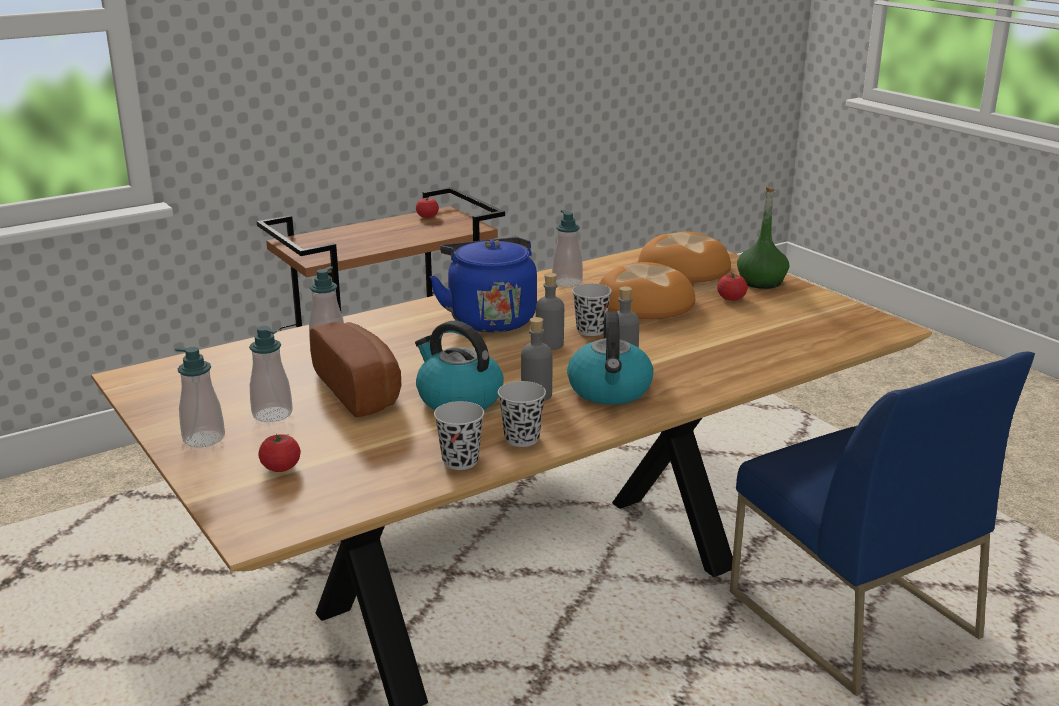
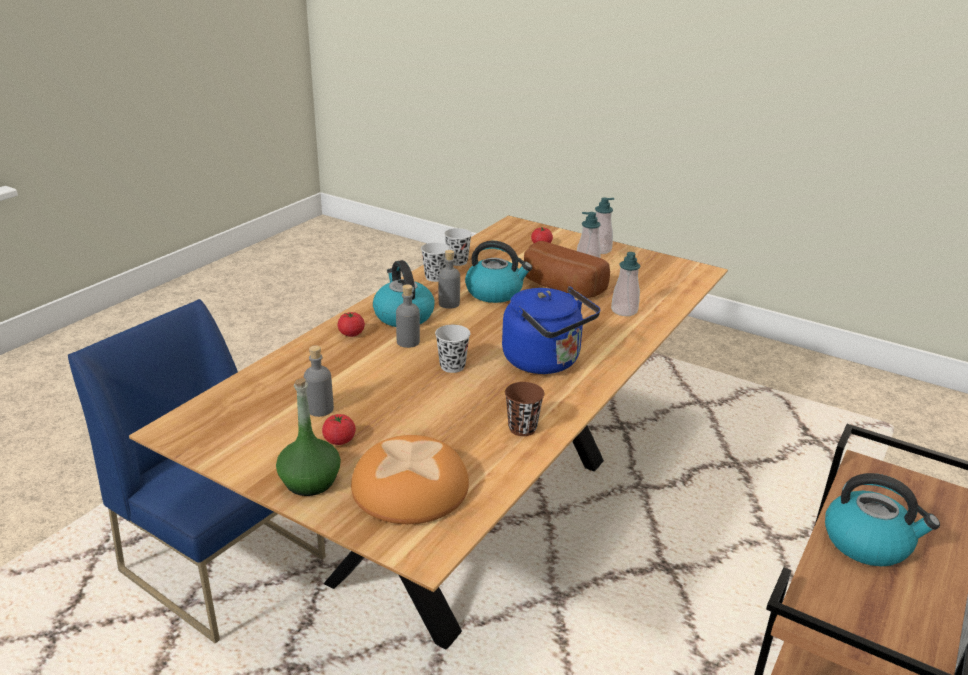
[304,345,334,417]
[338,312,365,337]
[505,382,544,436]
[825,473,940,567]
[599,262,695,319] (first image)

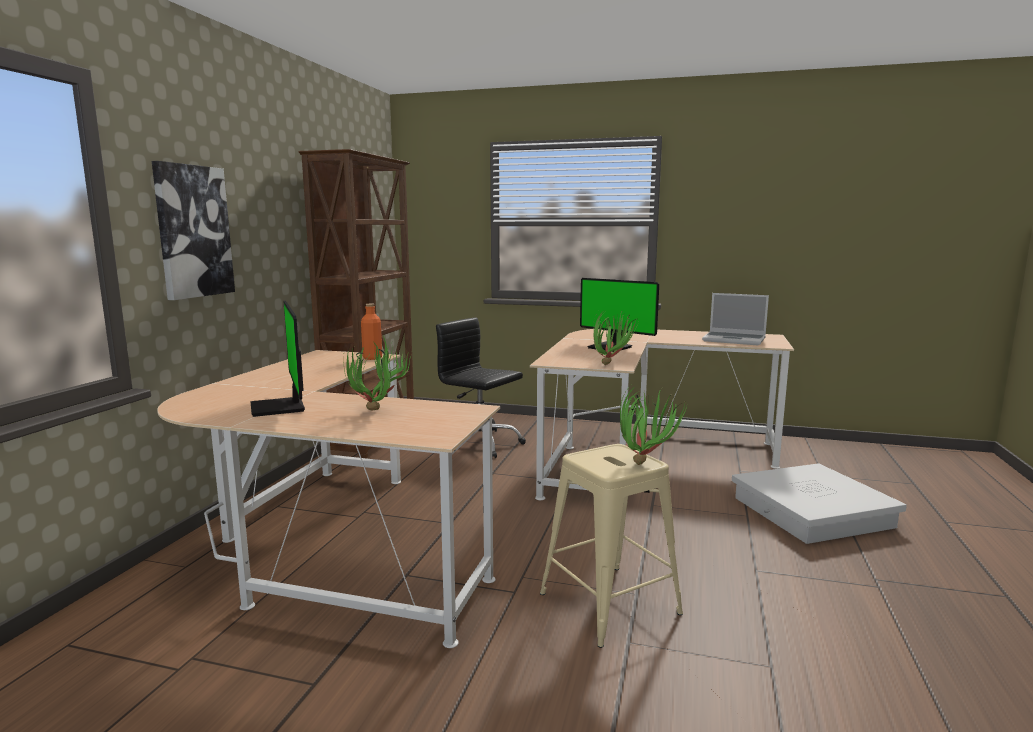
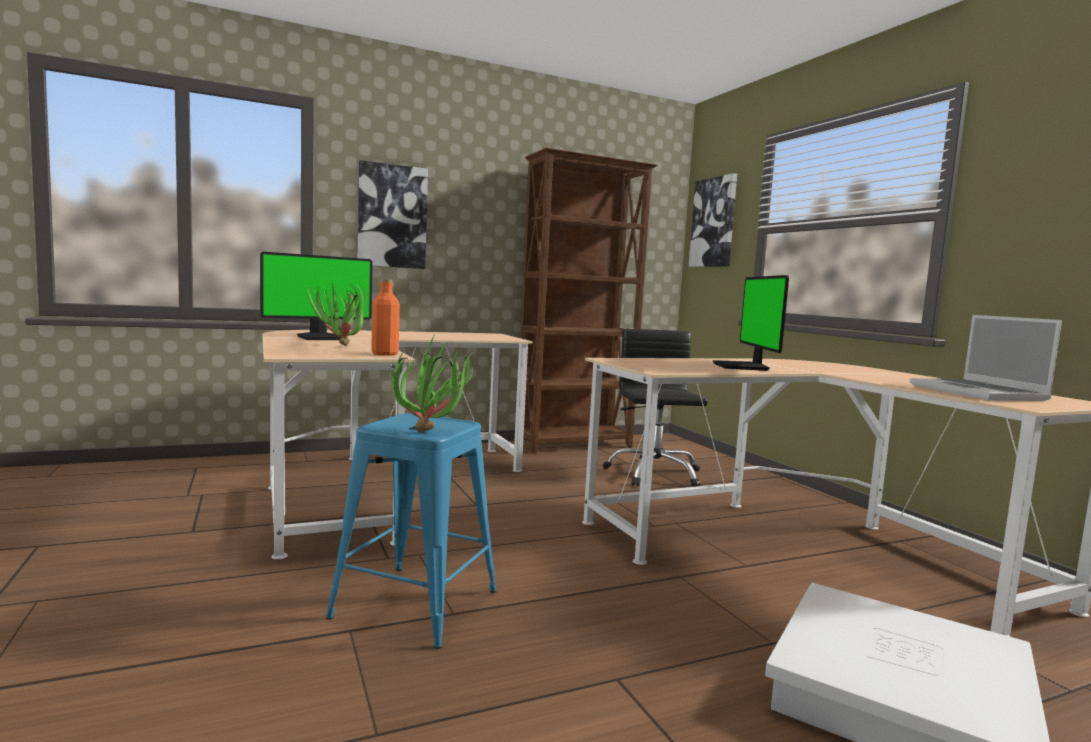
[260,252,372,340]
[326,413,497,649]
[371,279,400,356]
[689,173,737,267]
[593,311,639,365] (first image)

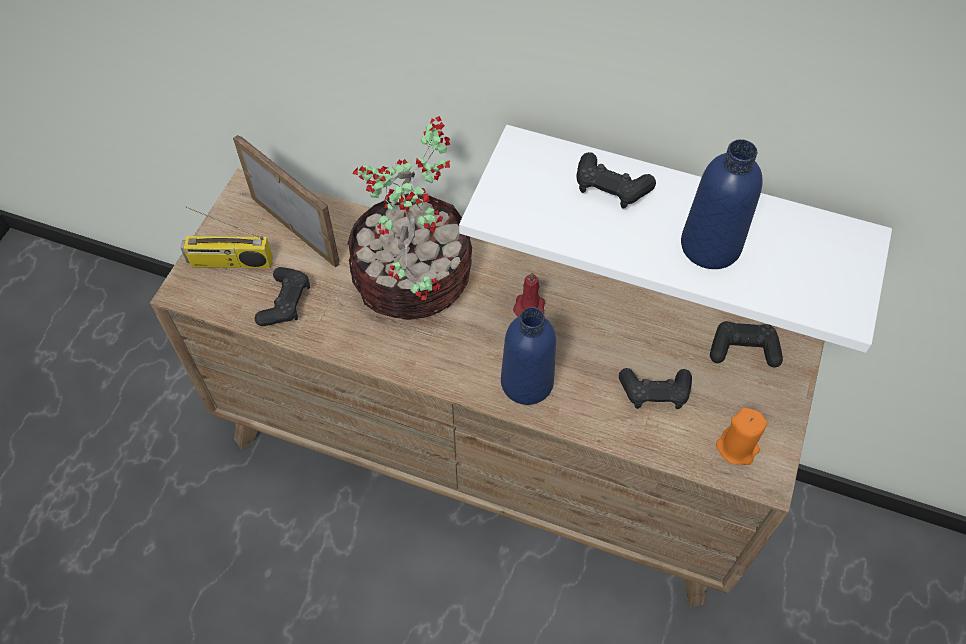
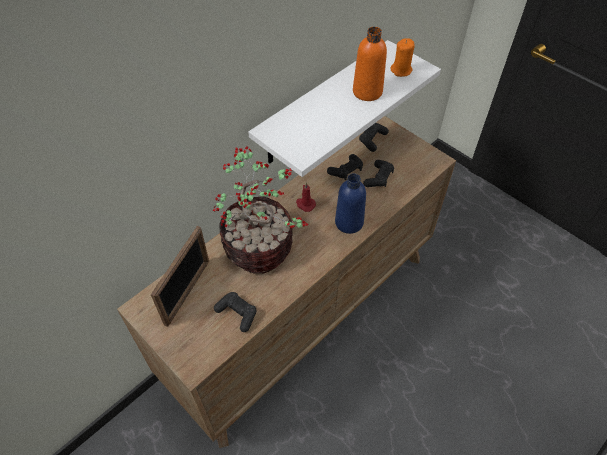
[151,225,209,327]
[327,154,363,180]
[353,27,387,101]
[391,38,415,77]
[181,206,273,268] (first image)

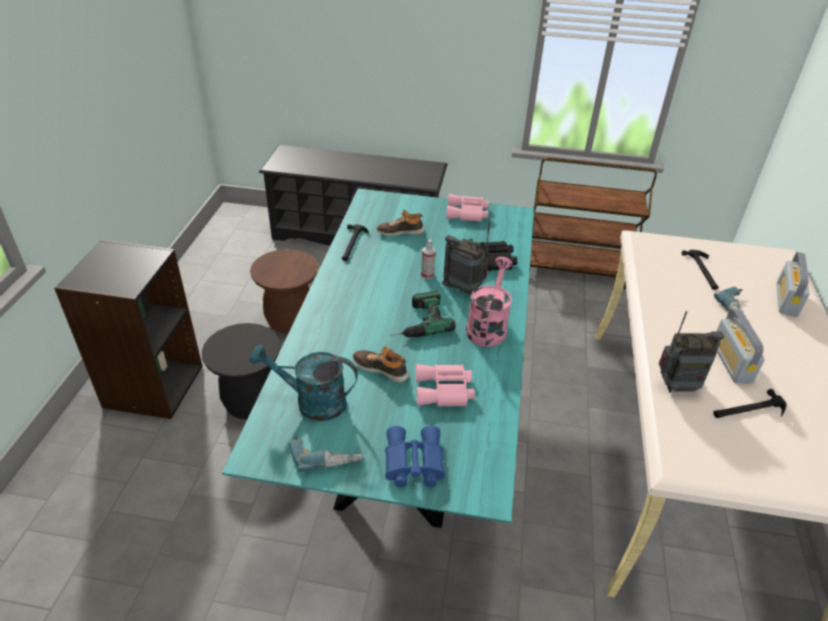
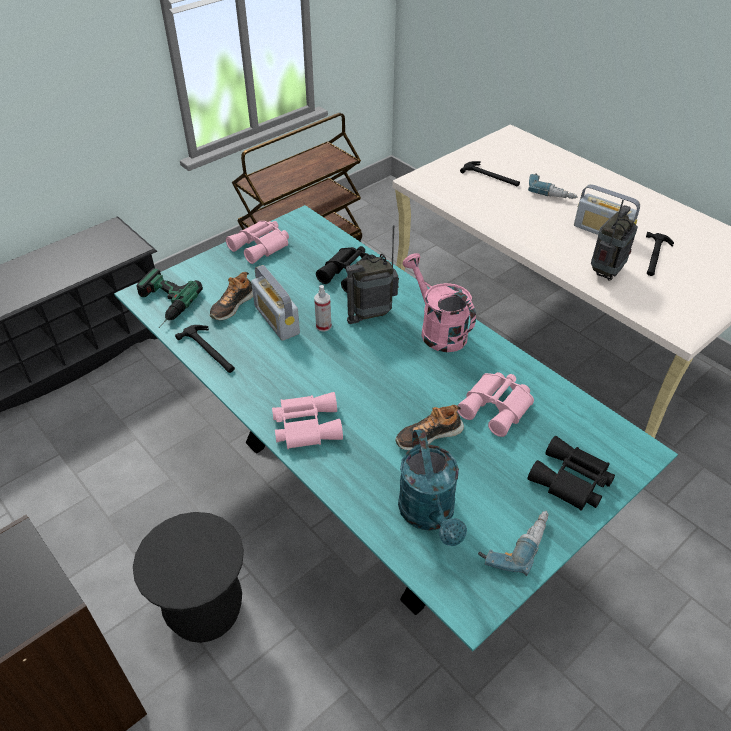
[137,268,203,328]
[251,265,300,341]
[272,392,343,449]
[398,429,467,546]
[527,436,615,511]
[250,249,318,334] (first image)

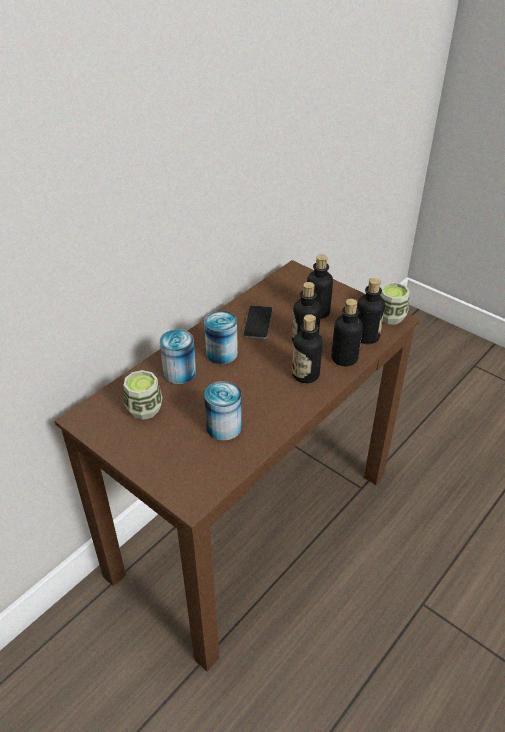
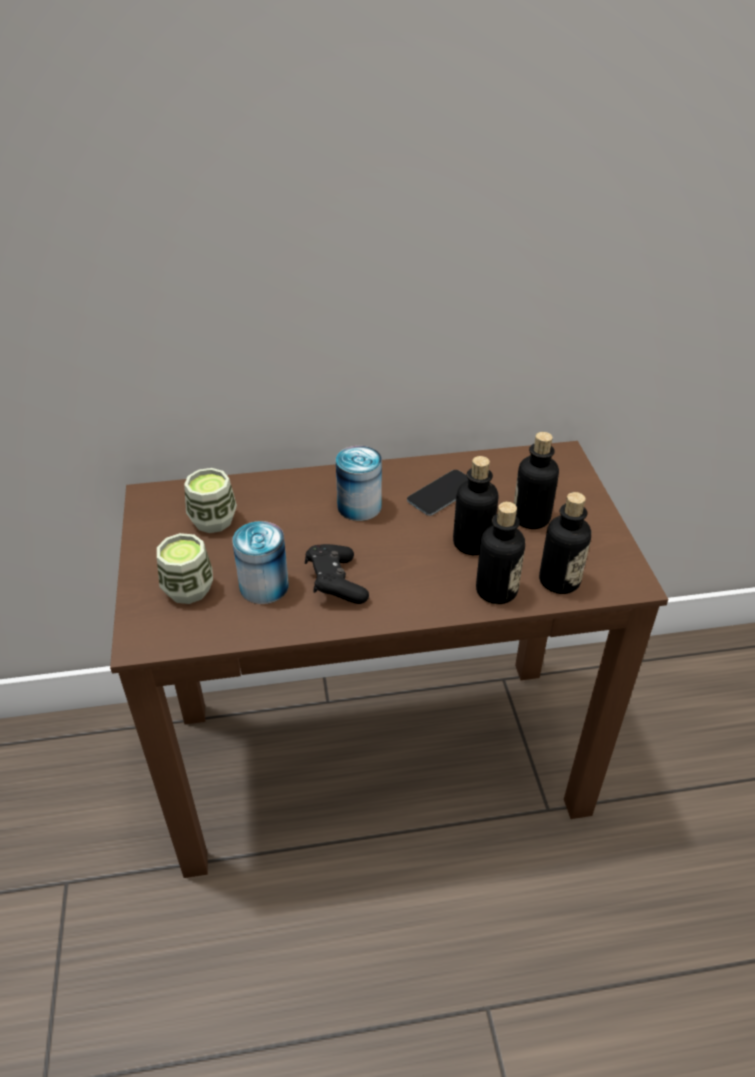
[157,533,213,604]
[305,544,369,604]
[160,329,196,384] (first image)
[292,314,323,383] (first image)

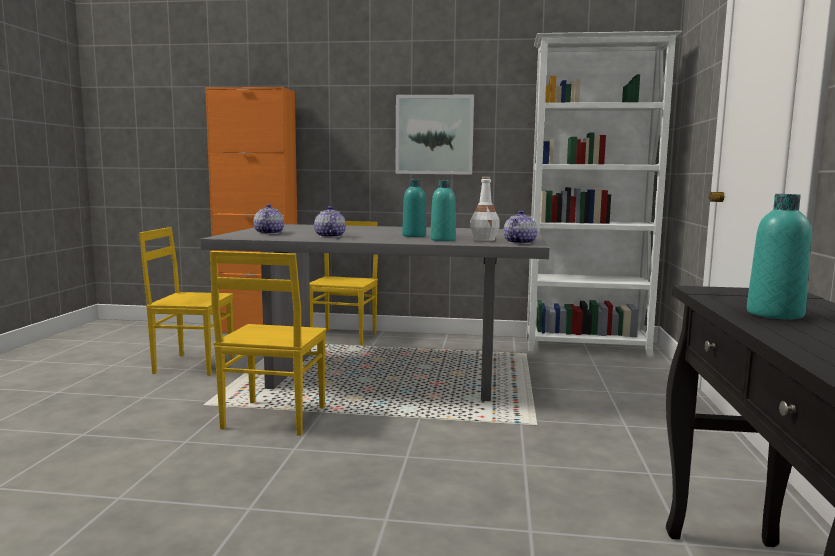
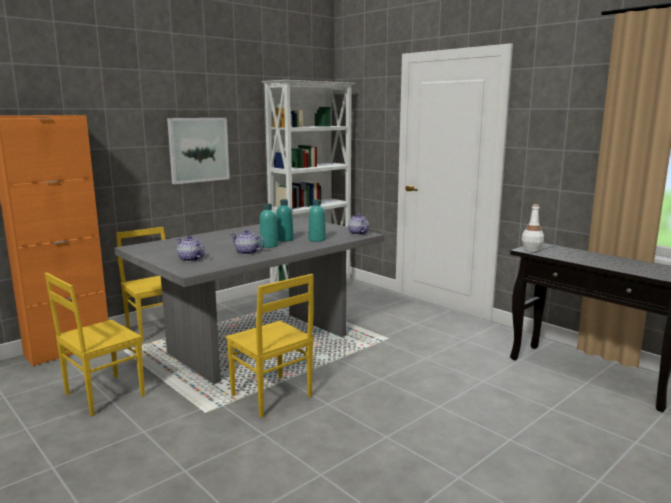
[260,204,278,248]
[521,204,544,252]

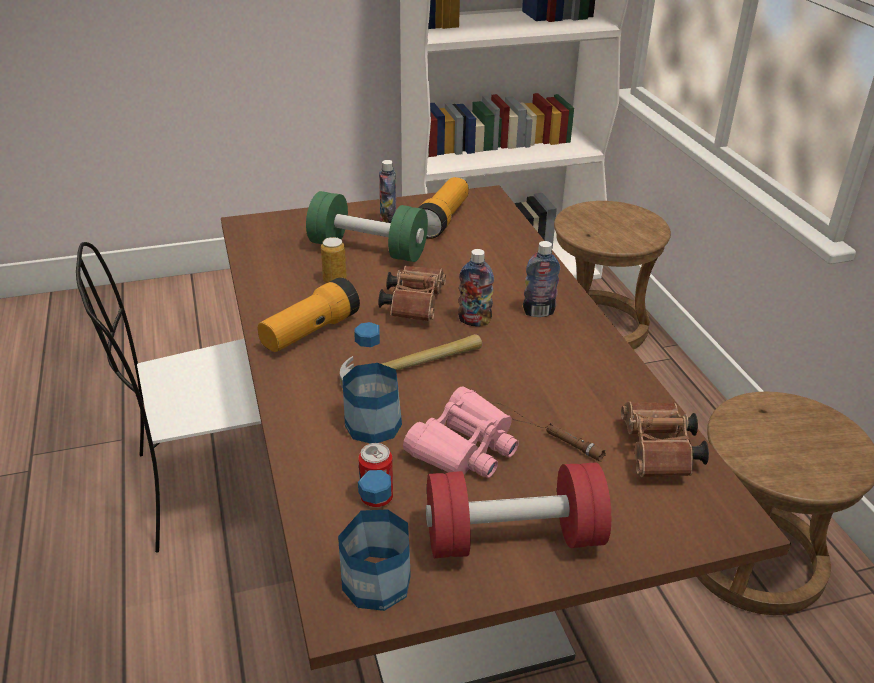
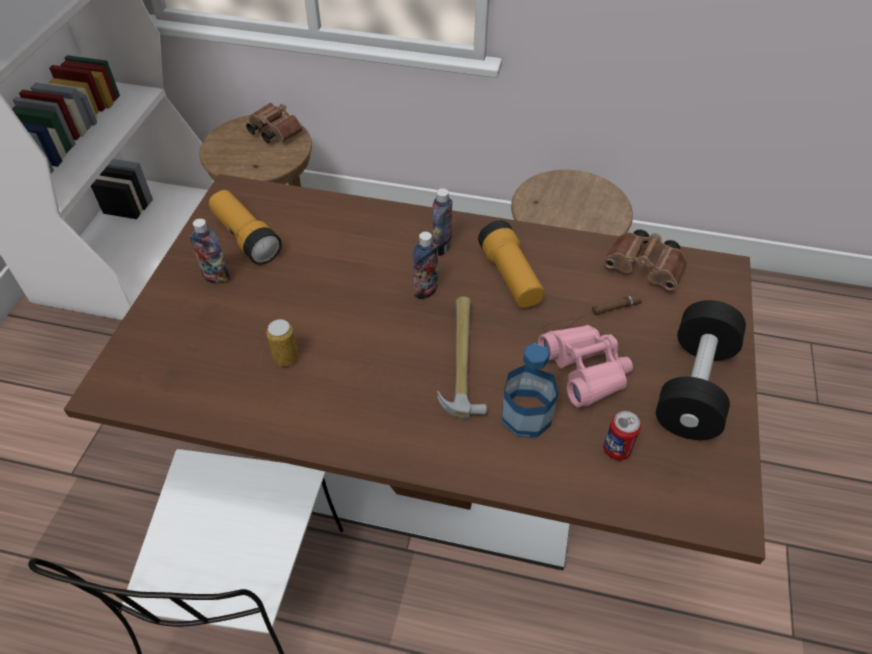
[246,103,303,144]
[478,220,544,308]
[656,300,746,440]
[306,191,428,262] (first image)
[338,470,411,611] (first image)

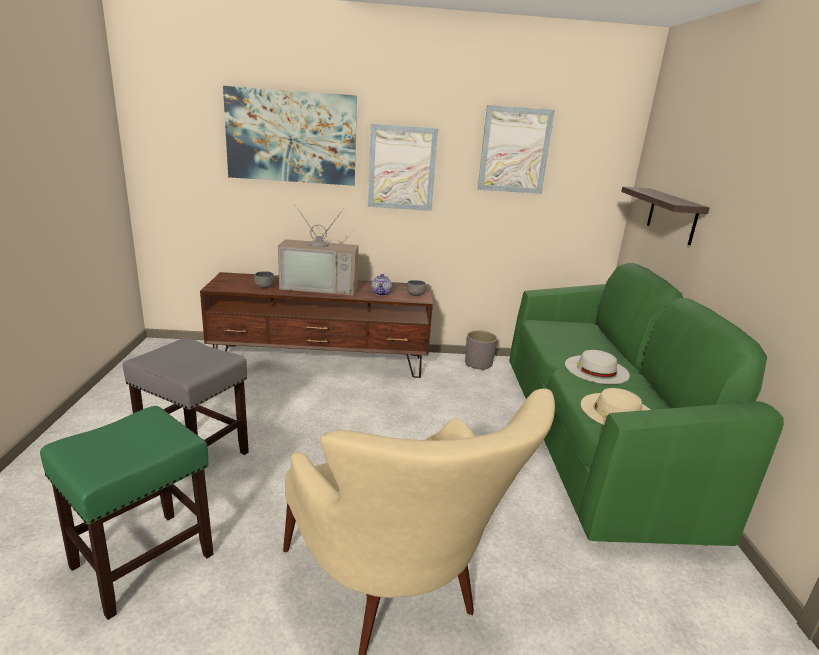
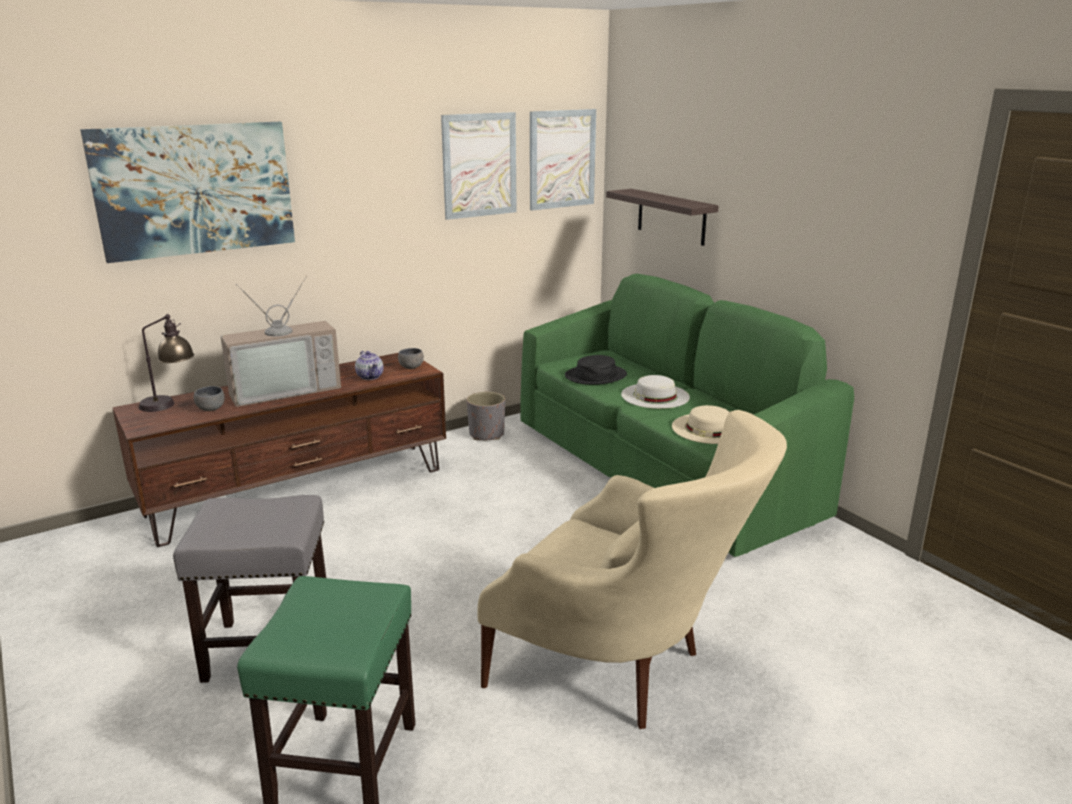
[139,314,194,412]
[530,109,596,210]
[565,355,627,385]

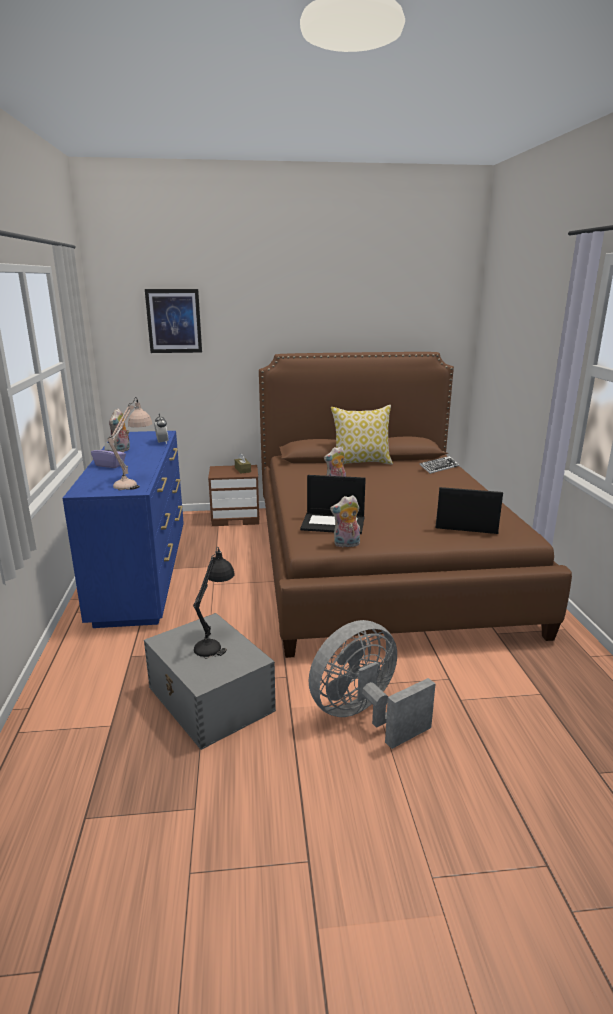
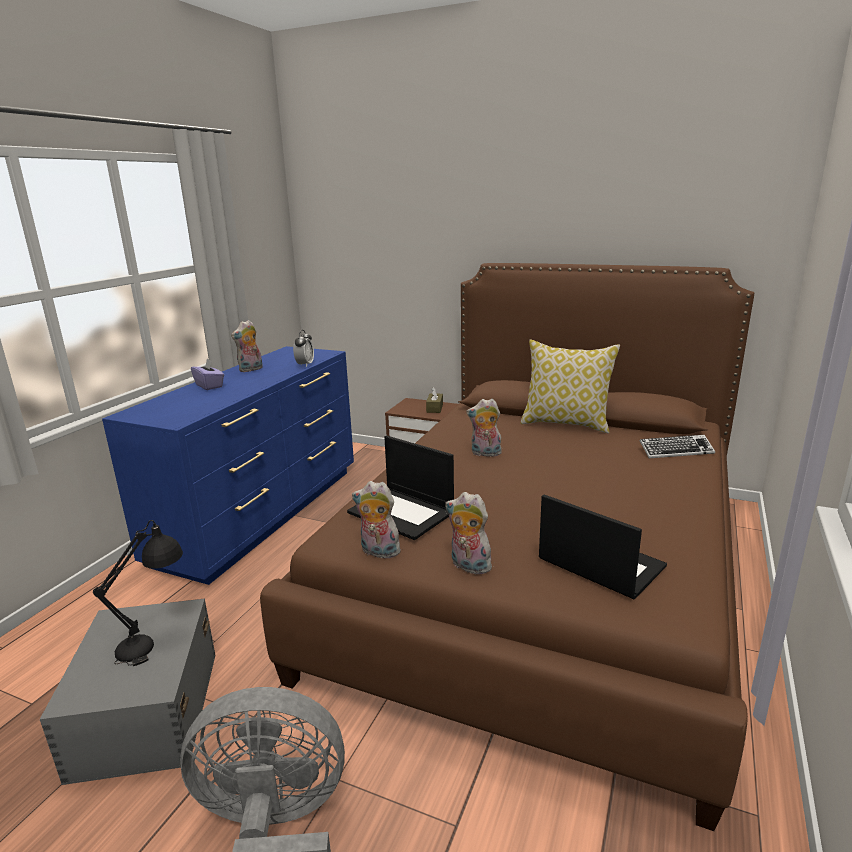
[445,492,494,574]
[107,397,152,490] (first image)
[145,289,202,353] (first image)

